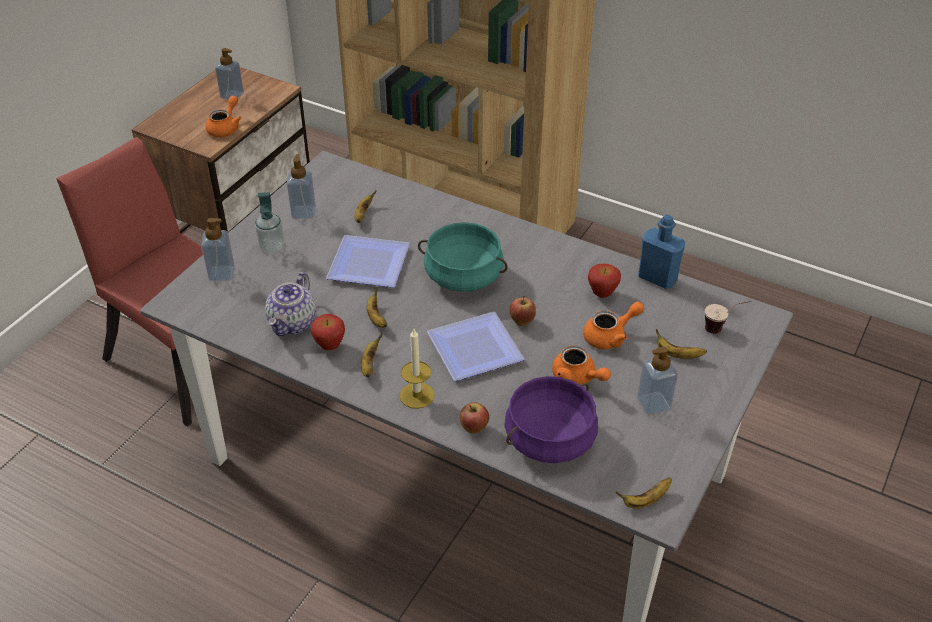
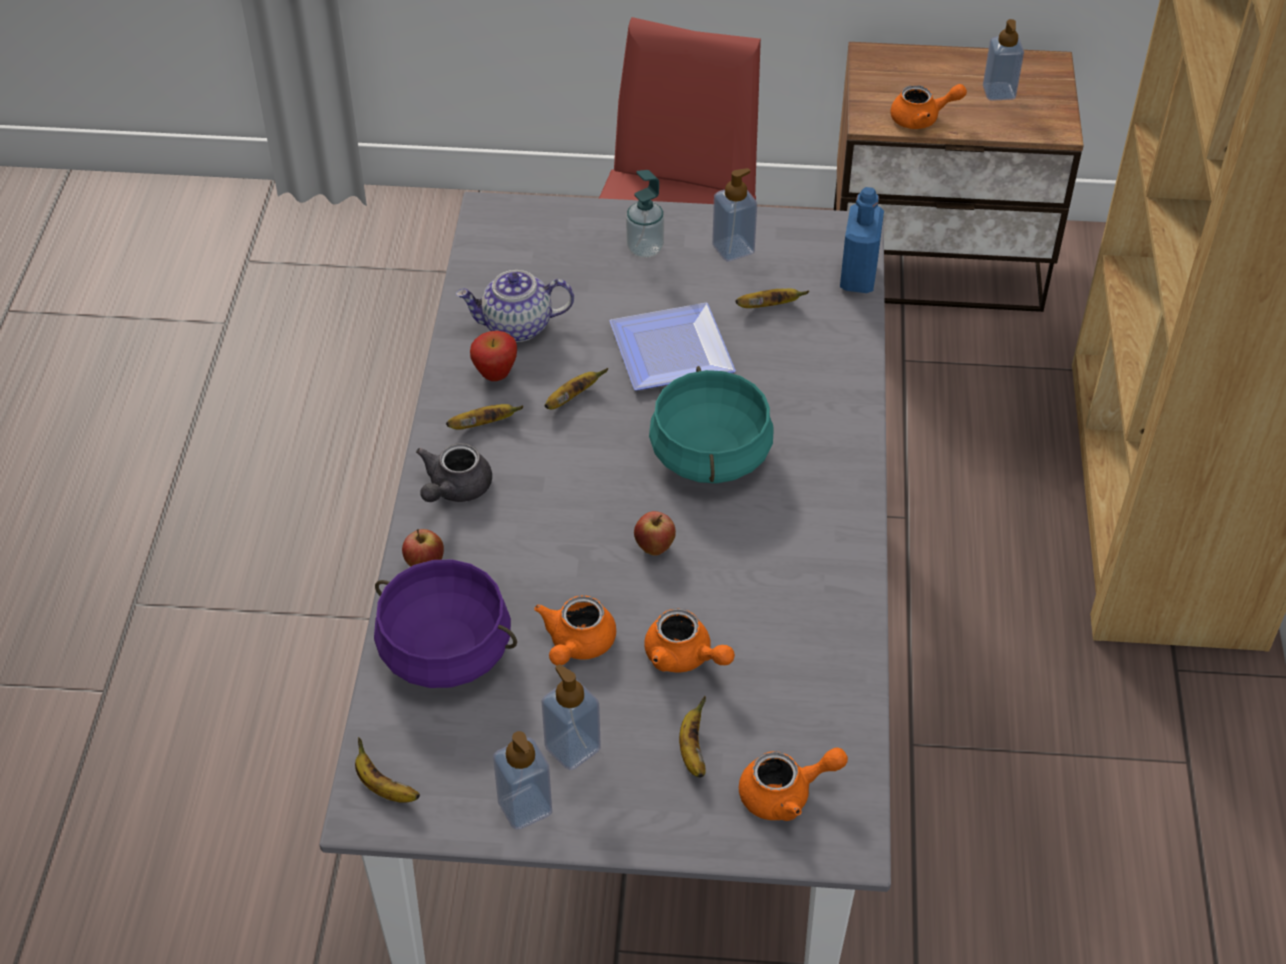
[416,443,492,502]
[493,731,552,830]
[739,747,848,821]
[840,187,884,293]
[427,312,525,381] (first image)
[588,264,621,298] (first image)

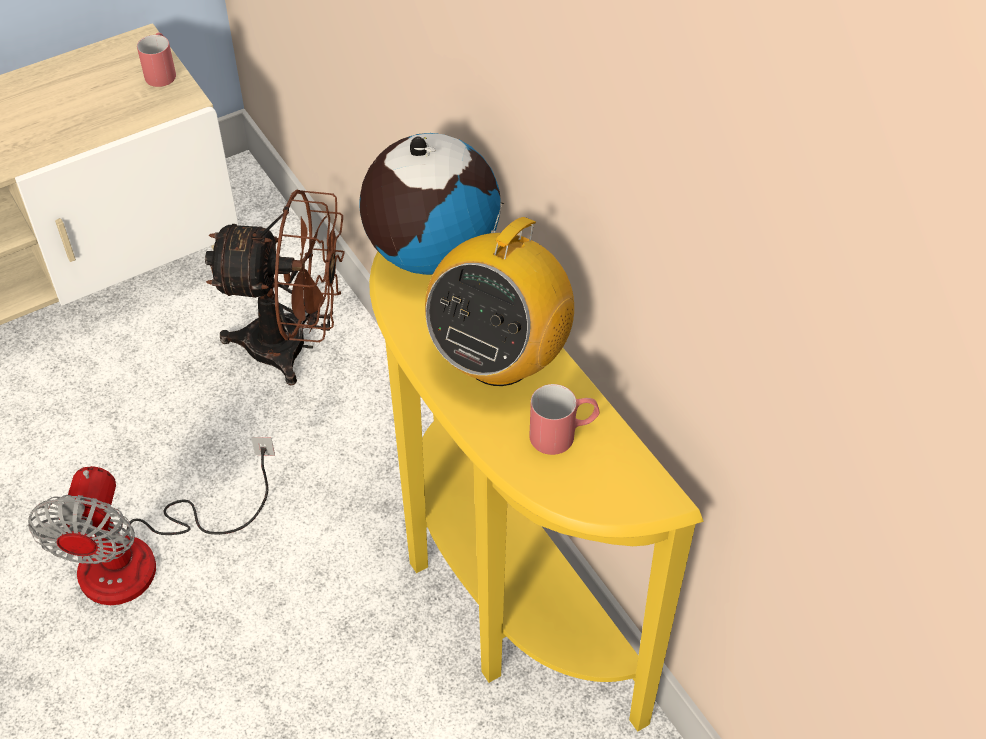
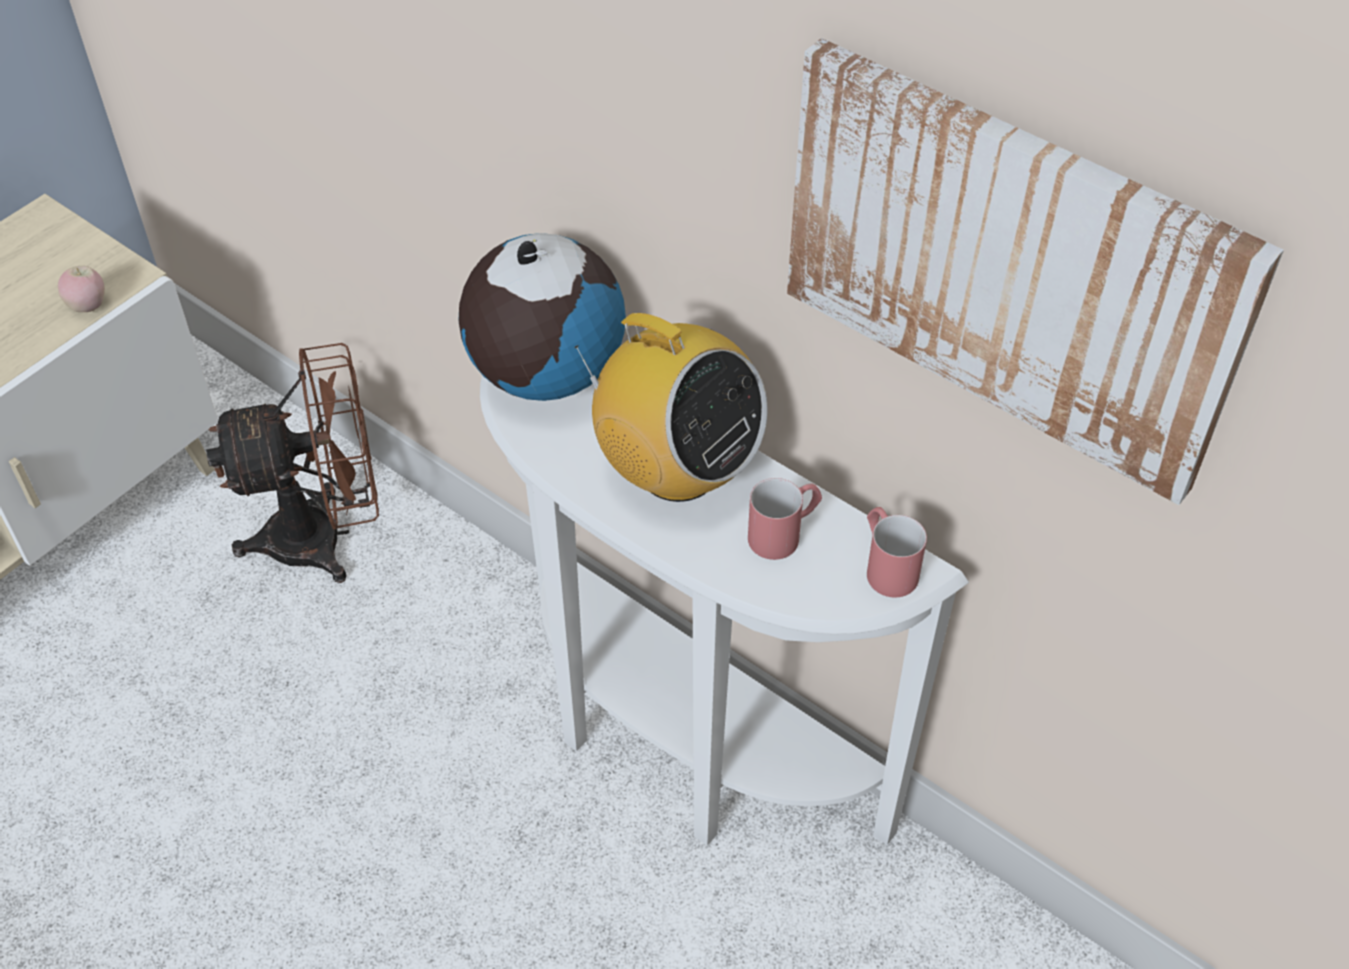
[58,266,105,312]
[480,375,969,846]
[574,313,768,502]
[787,38,1284,505]
[867,507,927,598]
[28,437,275,605] (first image)

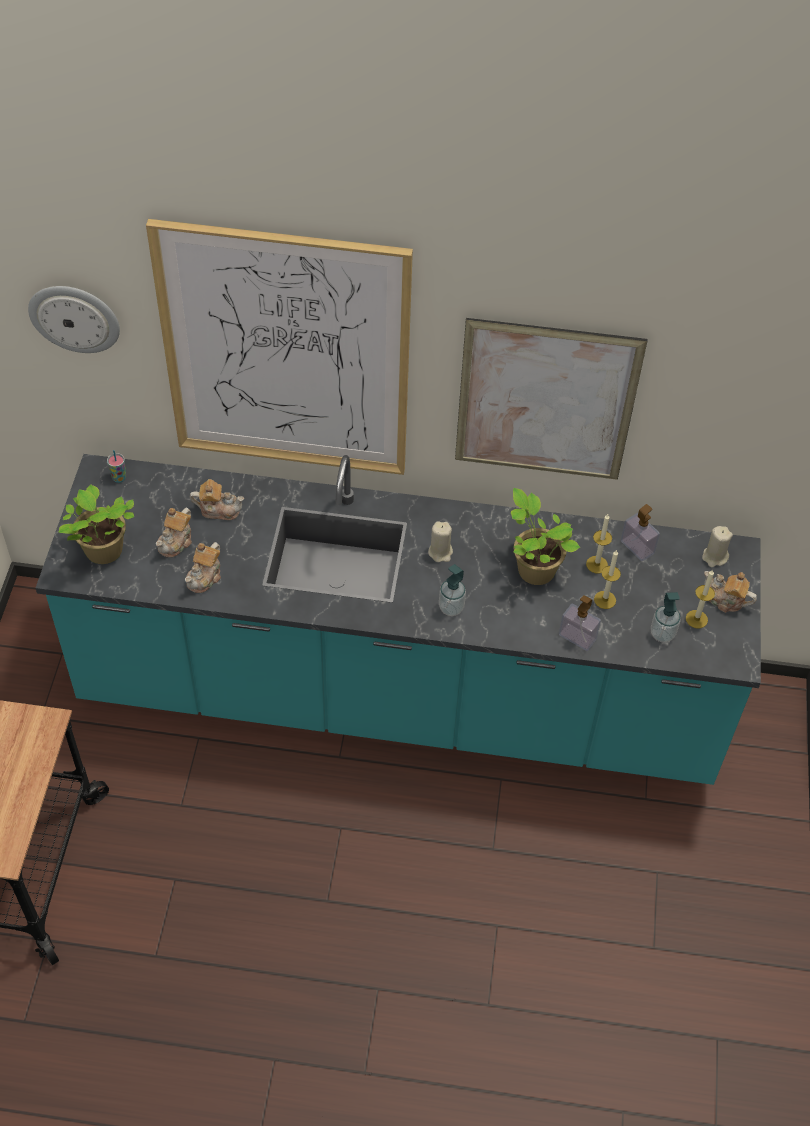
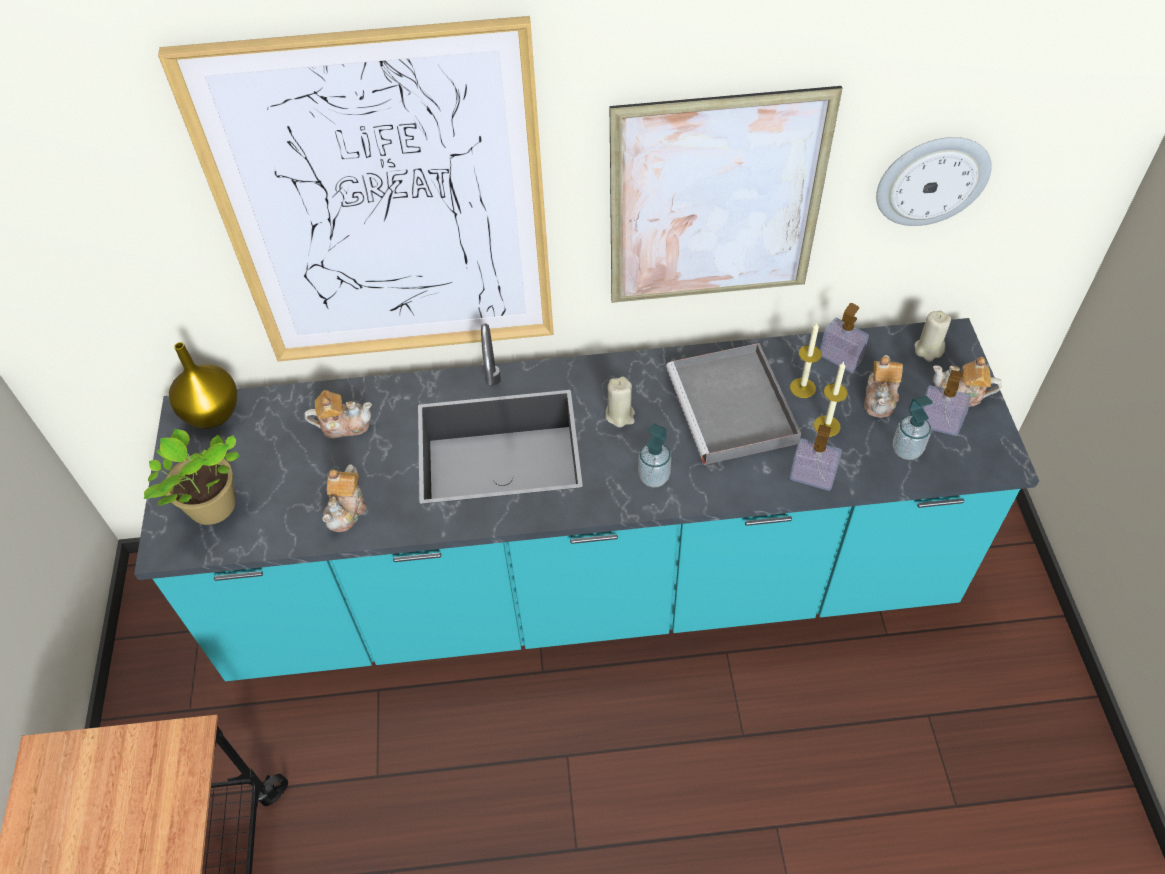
[169,342,237,429]
[666,343,801,465]
[864,355,903,418]
[876,137,992,226]
[923,370,970,436]

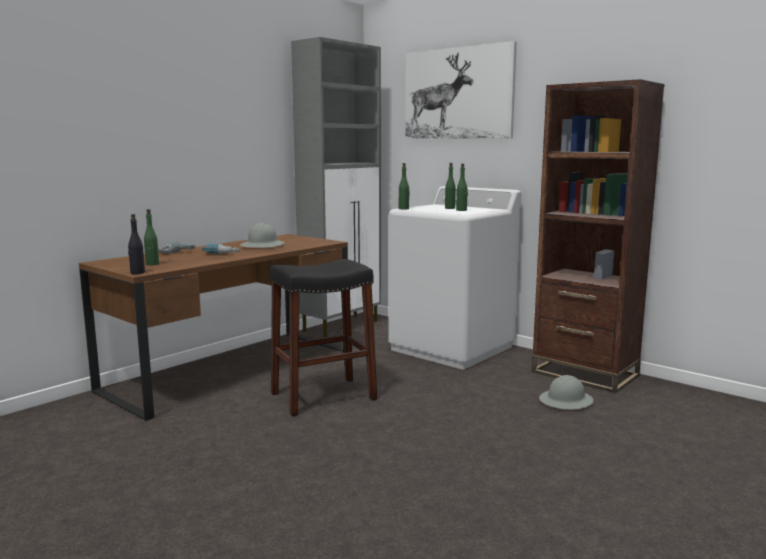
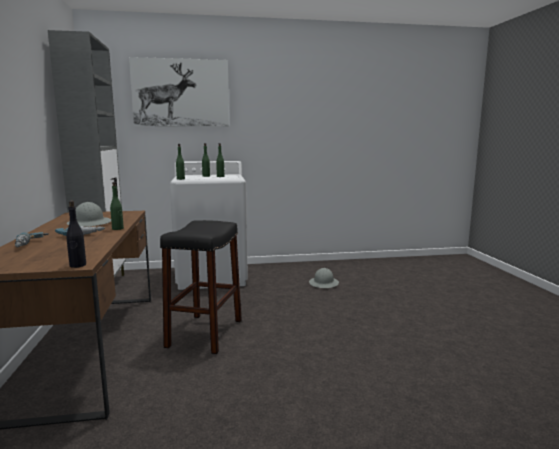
[110,182,124,230]
[531,79,665,393] (first image)

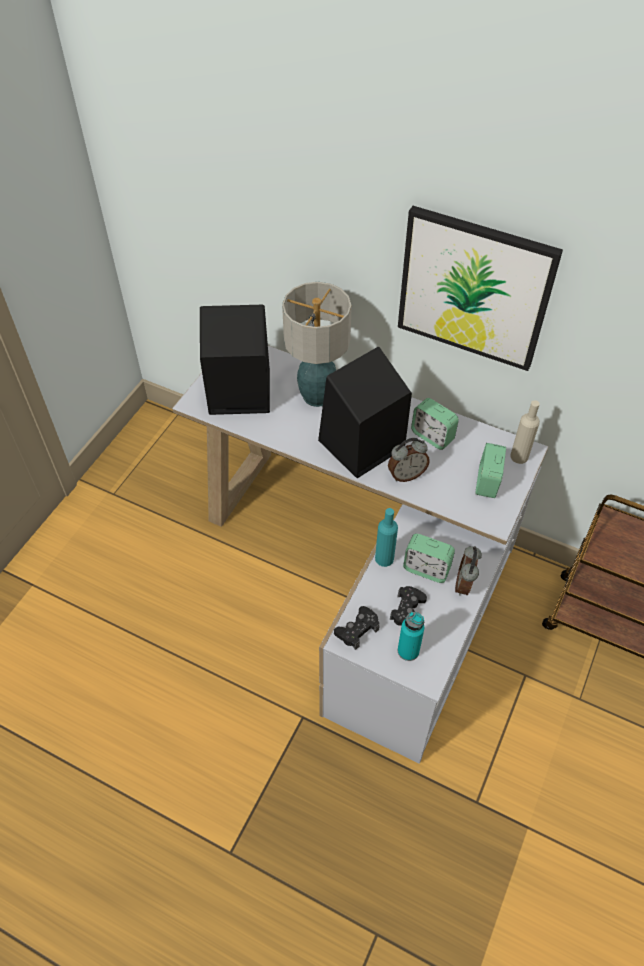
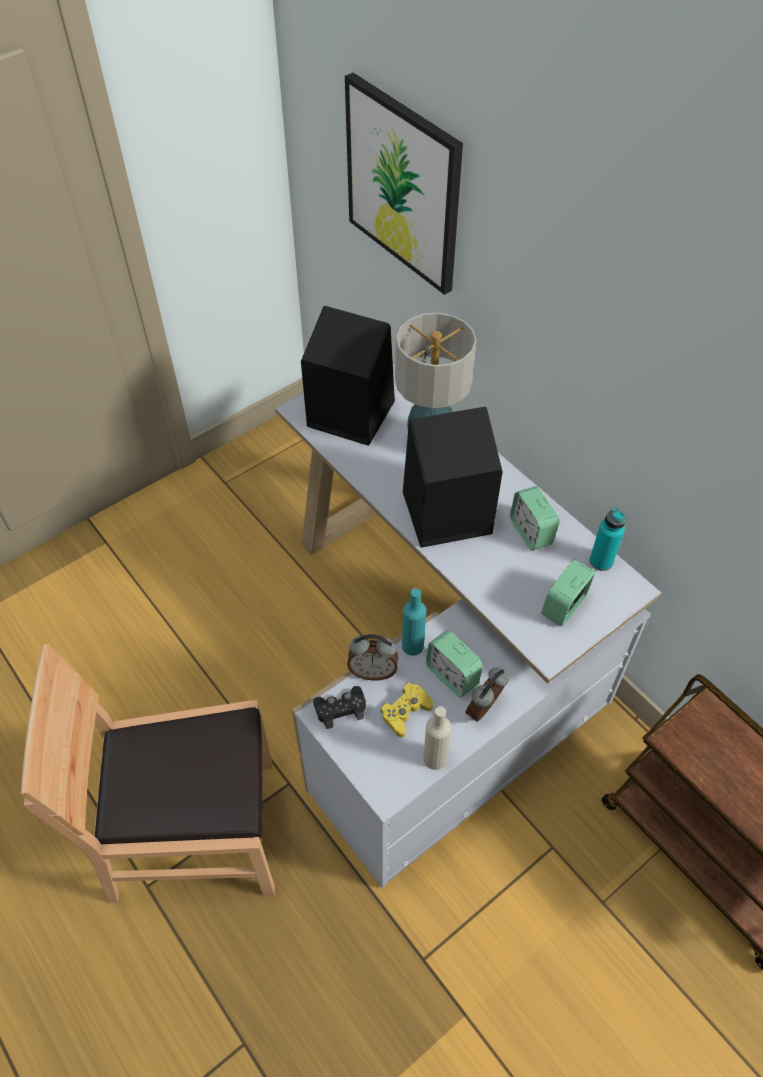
[21,644,275,903]
[345,73,463,295]
[347,634,398,681]
[381,683,433,737]
[423,706,451,770]
[589,508,626,571]

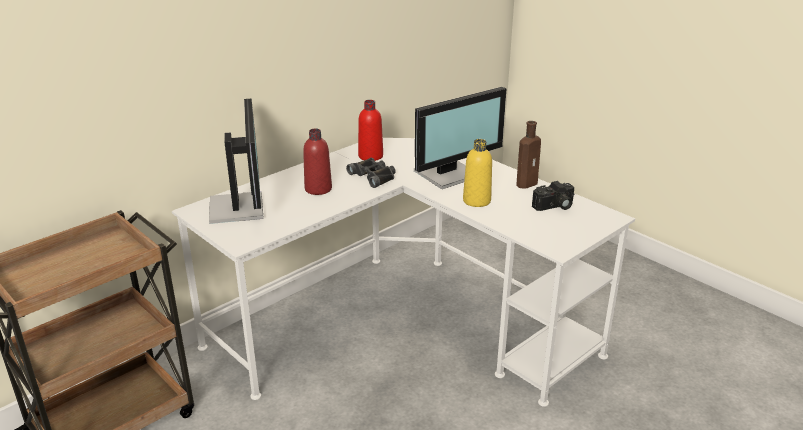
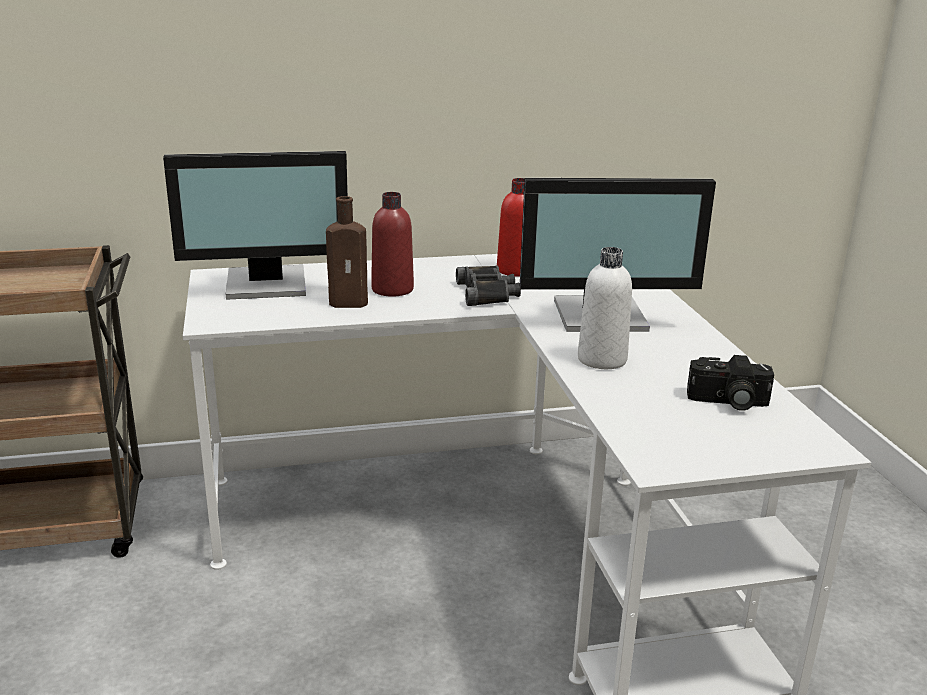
[163,151,348,300]
[326,196,368,308]
[578,247,632,369]

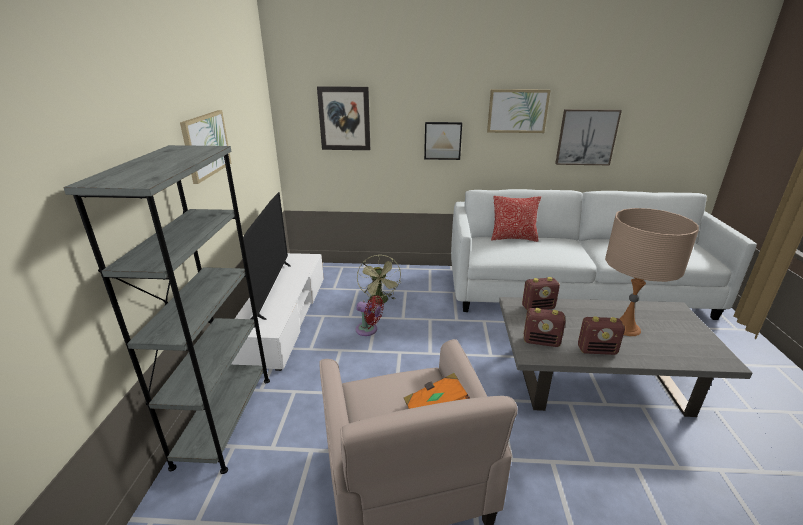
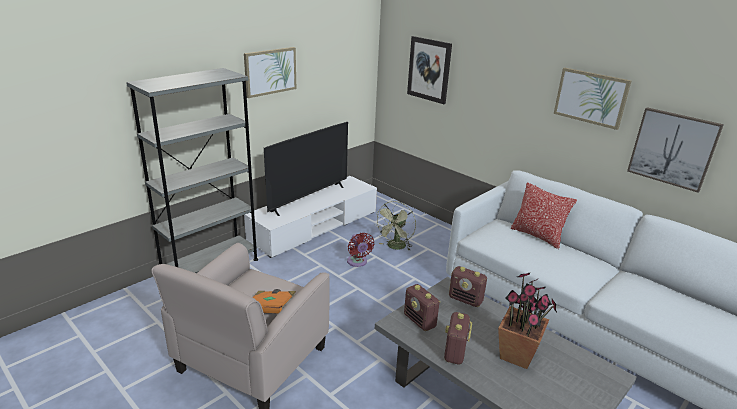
[444,312,472,364]
[498,273,557,369]
[424,122,462,160] (first image)

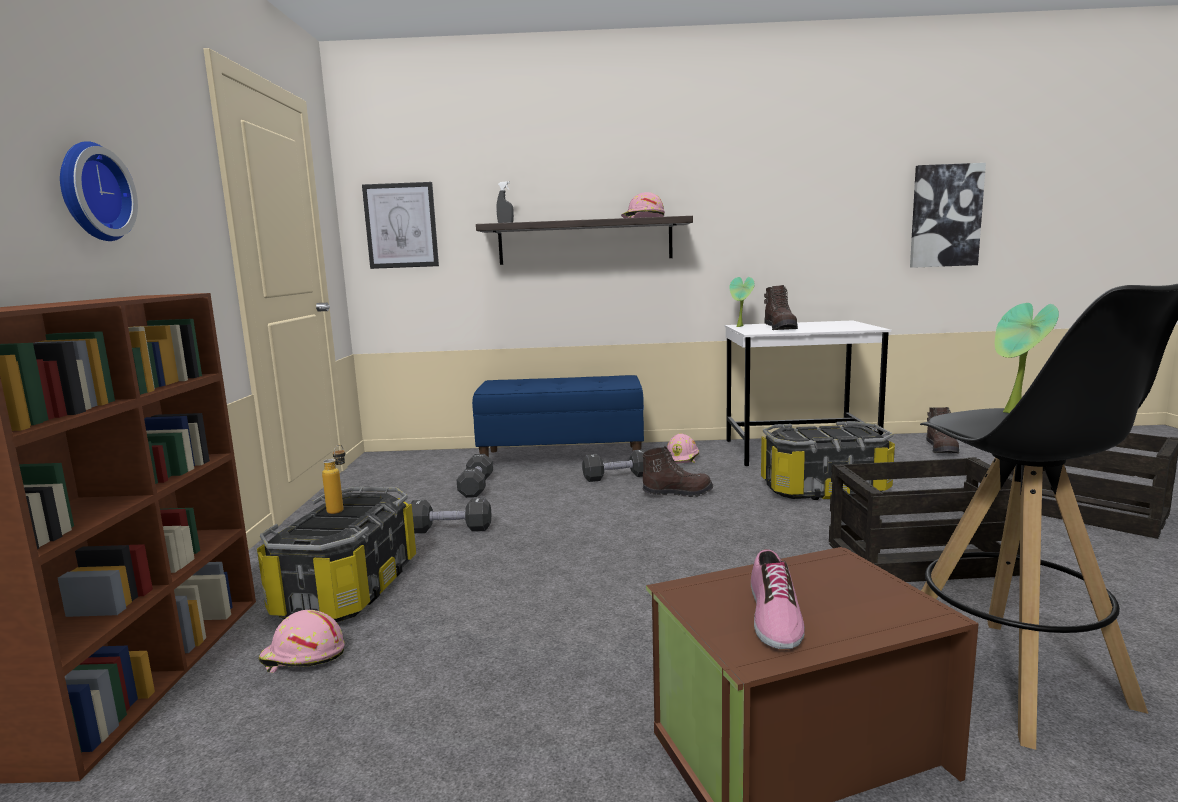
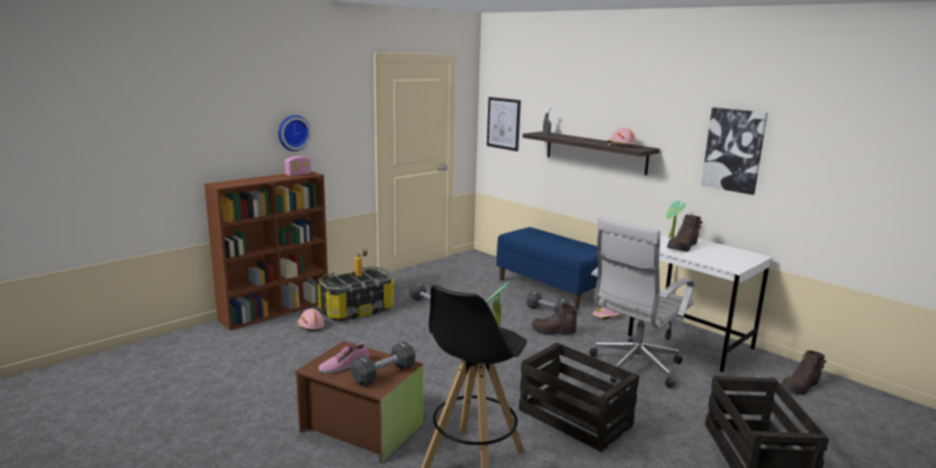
[285,156,311,176]
[351,342,415,386]
[531,304,578,335]
[589,216,694,388]
[701,107,768,195]

